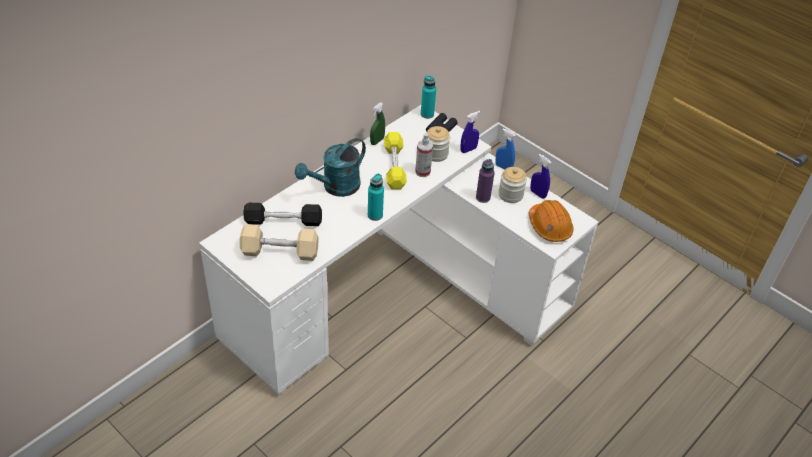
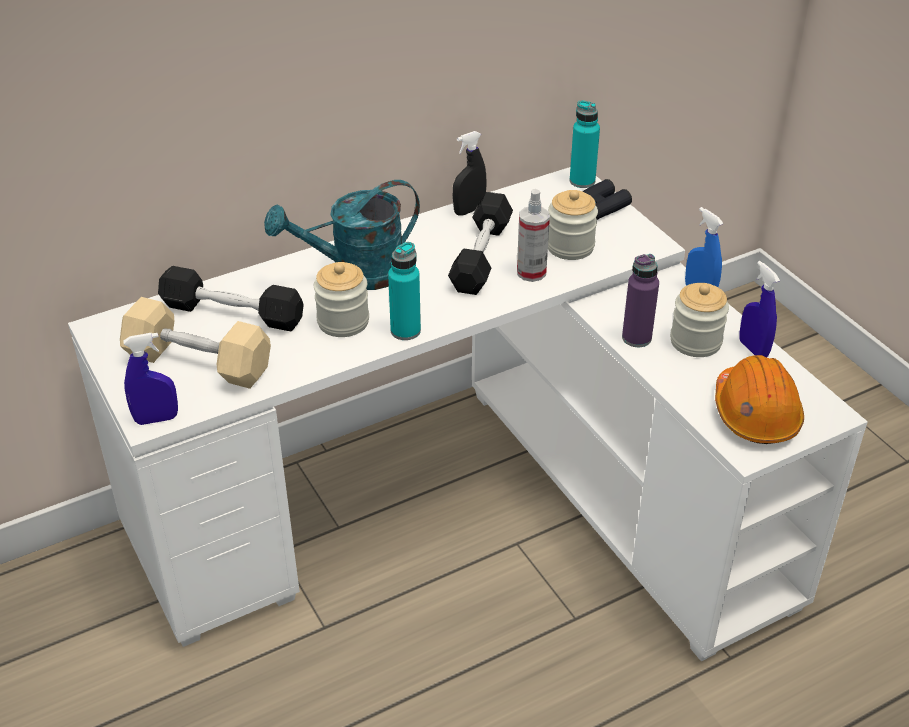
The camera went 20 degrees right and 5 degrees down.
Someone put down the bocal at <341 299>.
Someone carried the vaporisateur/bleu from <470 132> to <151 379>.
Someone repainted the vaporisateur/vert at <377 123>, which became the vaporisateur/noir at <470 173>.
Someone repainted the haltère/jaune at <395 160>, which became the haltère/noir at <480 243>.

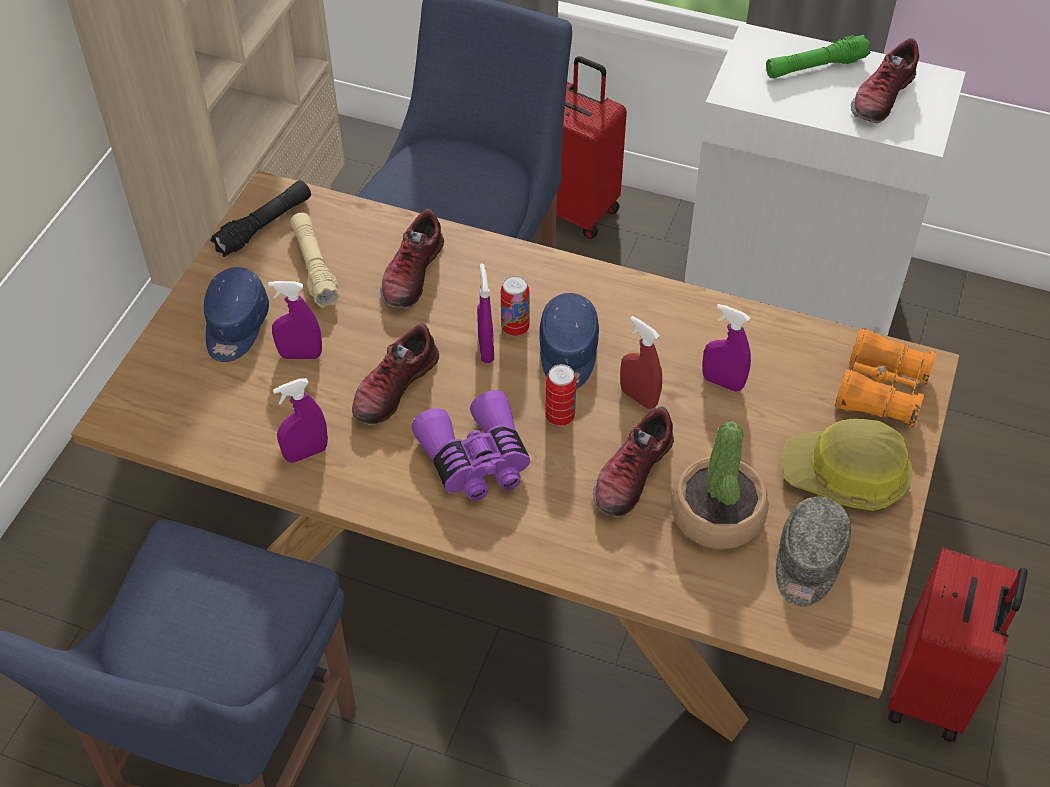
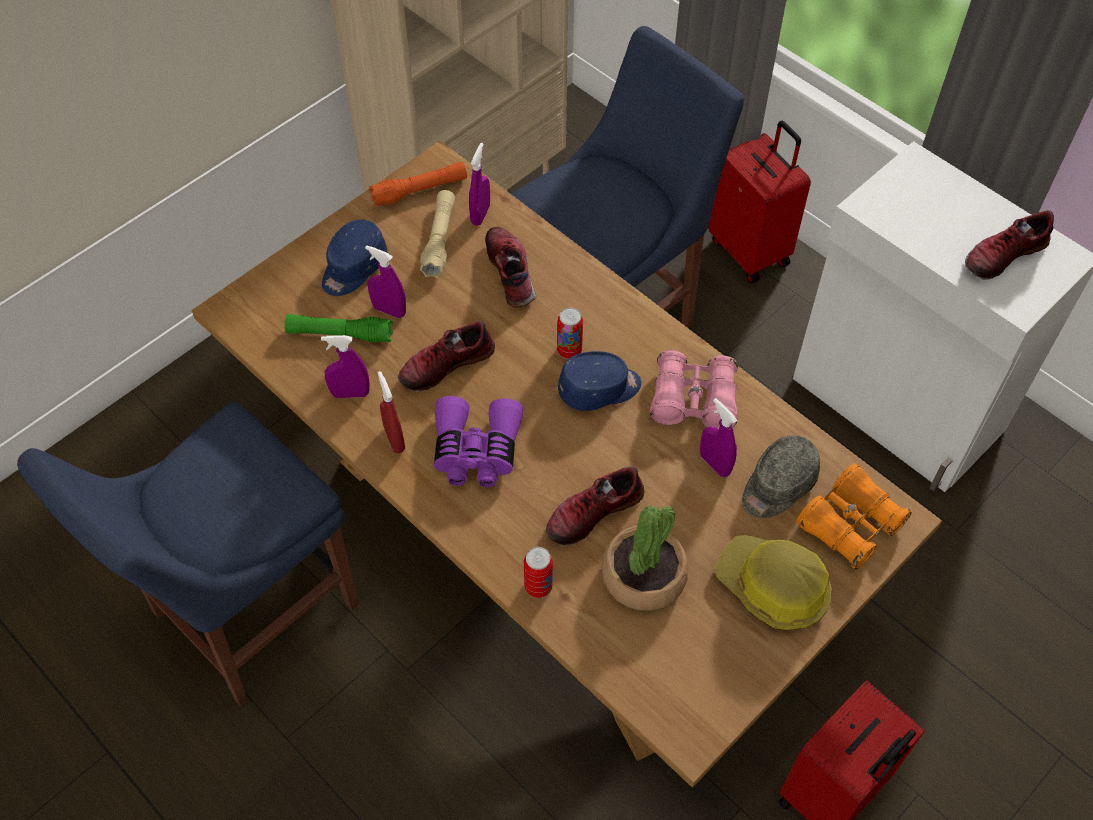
The camera went 25 degrees right and 5 degrees up.
Someone put down the jumelles/rose at <694 389>.
Someone carried the vaporisateur/violet from <485 313> to <479 184>.
Someone carried the boîte métallique from <561 395> to <538 572>.
Someone carried the vaporisateur/rouge from <641 362> to <391 412>.
Someone carried the lampe de poche/vert from <818 56> to <338 328>.
Someone carried the casquette/gris from <813 552> to <781 476>.
Someone repainted the lampe de poche/noir at <260 218>, which became the lampe de poche/orange at <418 184>.
Someone rotated the chaussure at <412 258> by 120 degrees clockwise.
Someone rotated the casquette/bleu at <569 341> by 135 degrees counterclockwise.

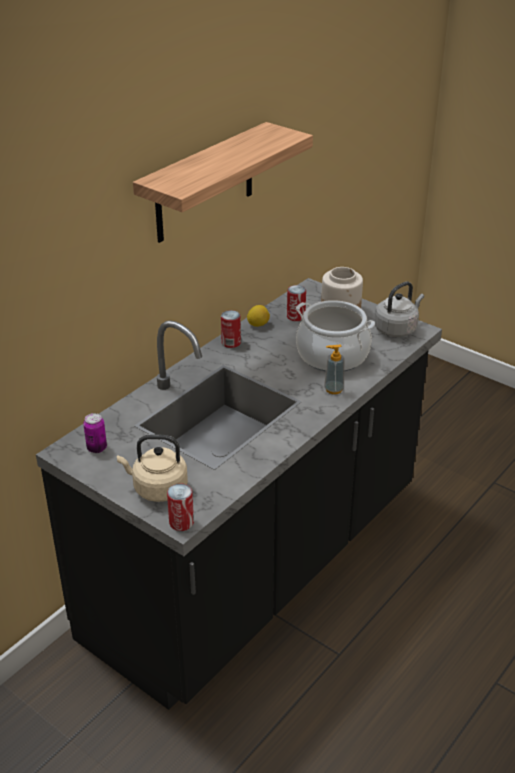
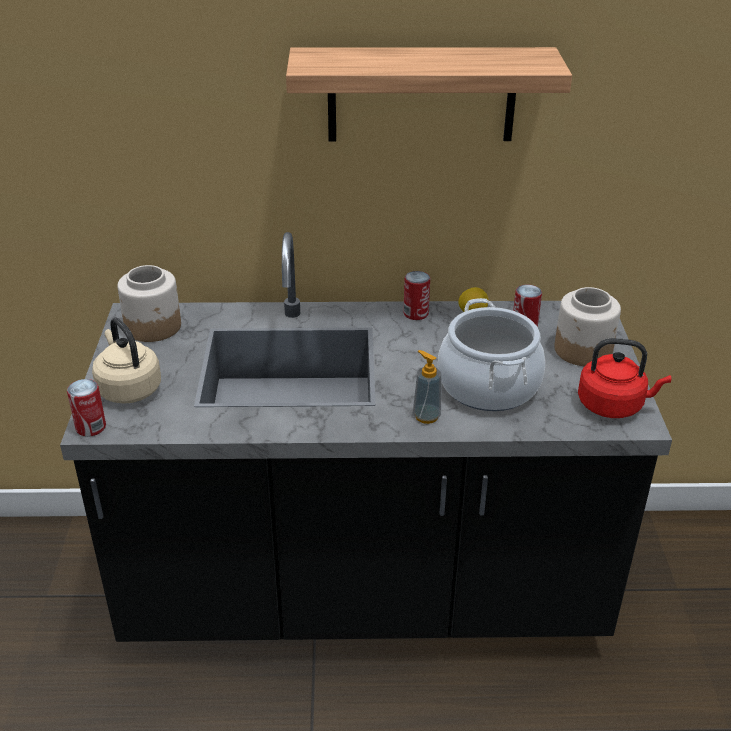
The camera went 50 degrees right and 0 degrees up.
Someone swapped the boîte métallique at <95 433> for the bocal at <149 303>.
Someone repainted the bouilloire/gris at <399 309>, which became the bouilloire/rouge at <624 378>.

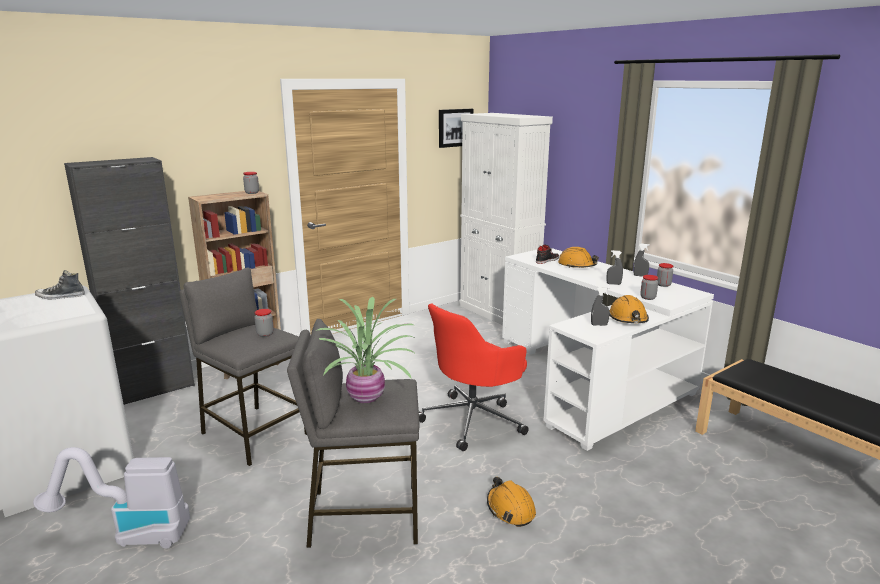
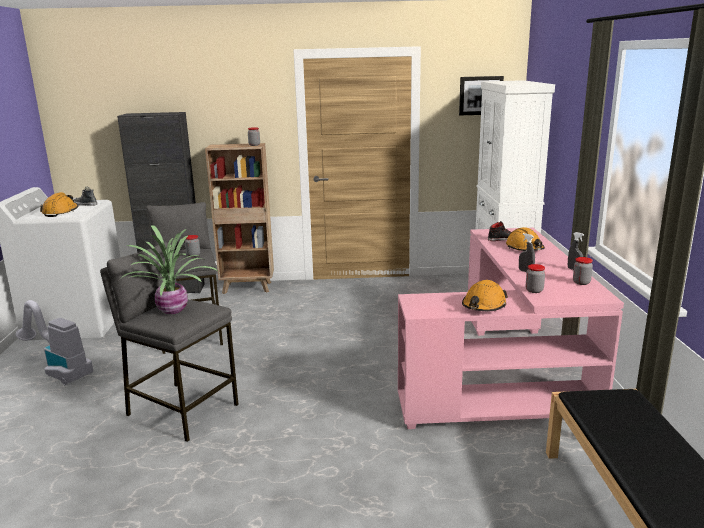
The camera went 35 degrees right and 0 degrees up.
Someone took away the chaise de bureau/rouge at <474 377>.
Someone took away the vaporisateur/gris at <600 306>.
Someone carried the casque de chantier/orange from <511 502> to <59 204>.
Someone repainted the bureau/blanc at <608 349>, which became the bureau/rose at <511 328>.

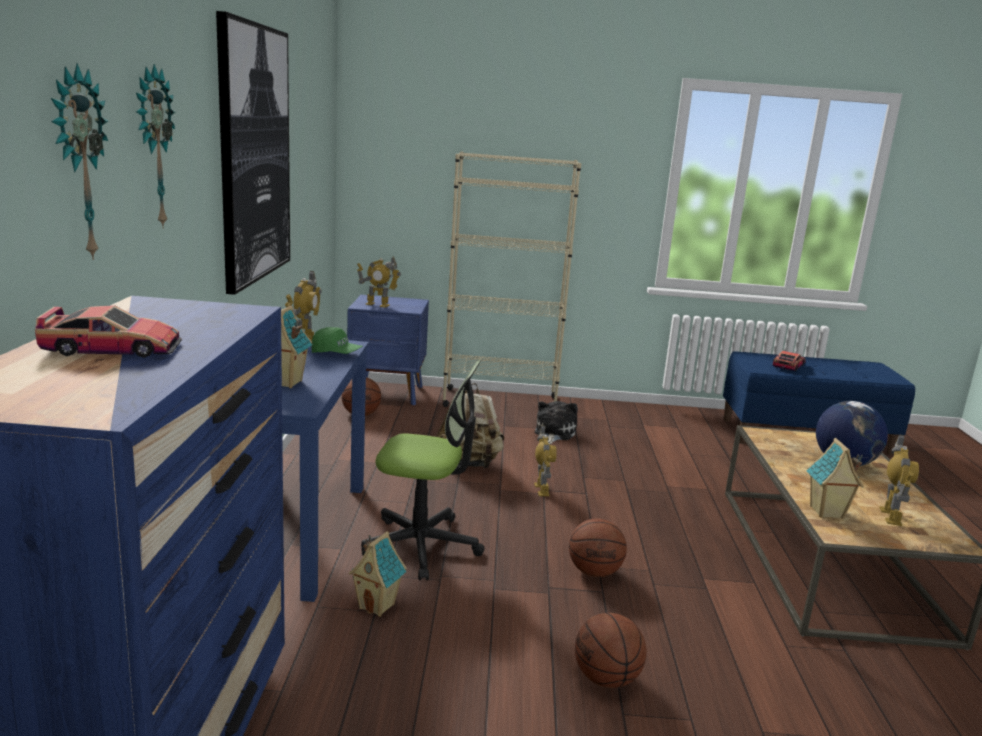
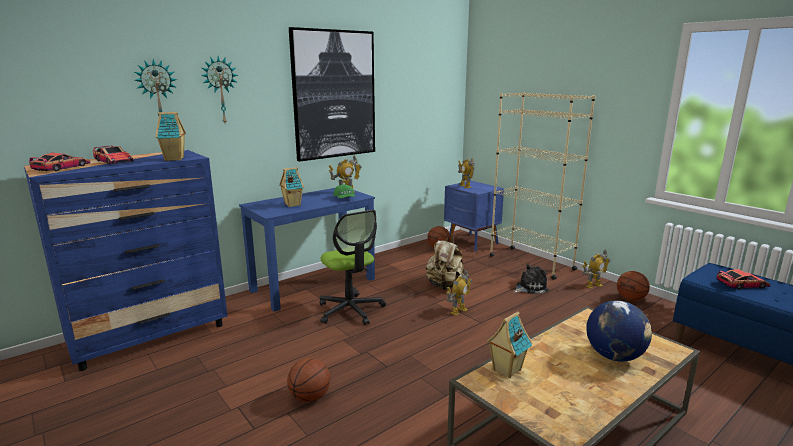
The camera went 50 degrees right and 0 degrees up.
Someone put down the petite voiture at <59 162>.
Someone carried the maison miniature from <378 574> to <170 136>.
Someone carried the ballon de basket from <598 547> to <633 286>.
Someone carried the robot jouet from <899 480> to <596 269>.

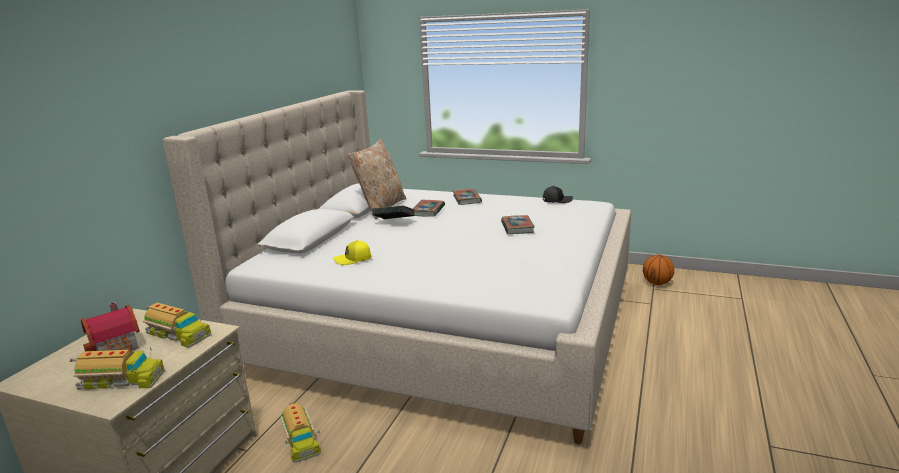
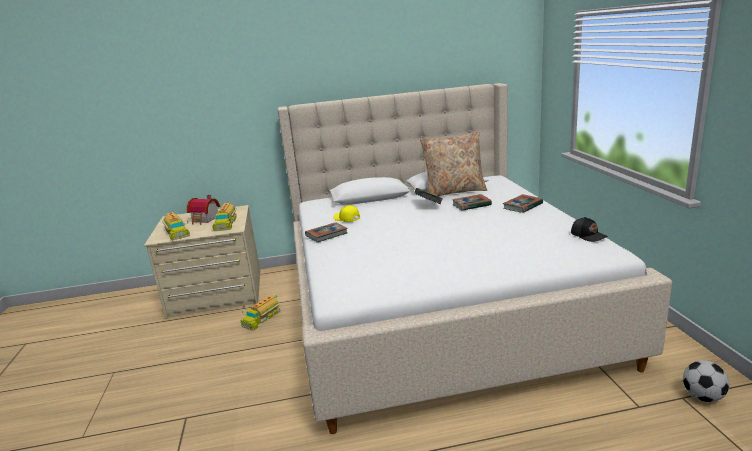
The camera went 60 degrees right and 0 degrees up.
Someone carried the livre from <518 224> to <326 232>.
Someone swapped the ballon de basket at <658 269> for the ballon de foot at <706 381>.

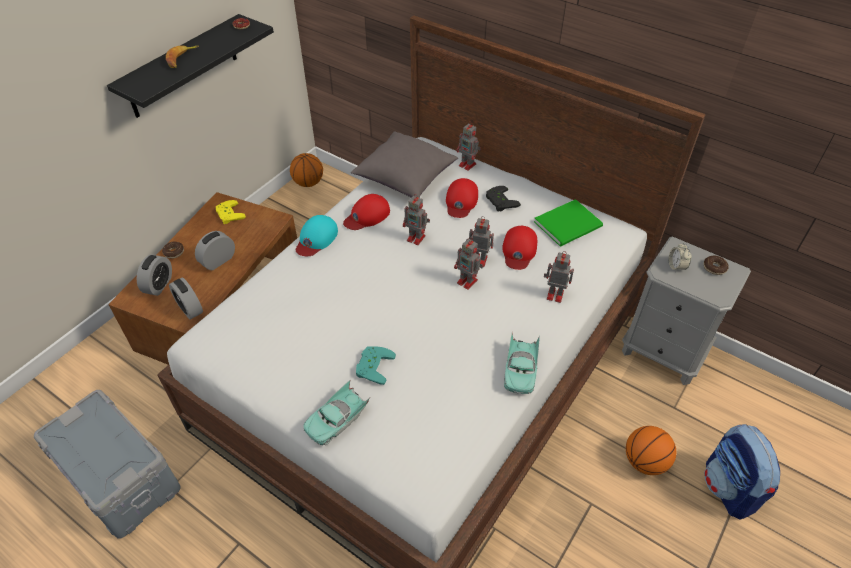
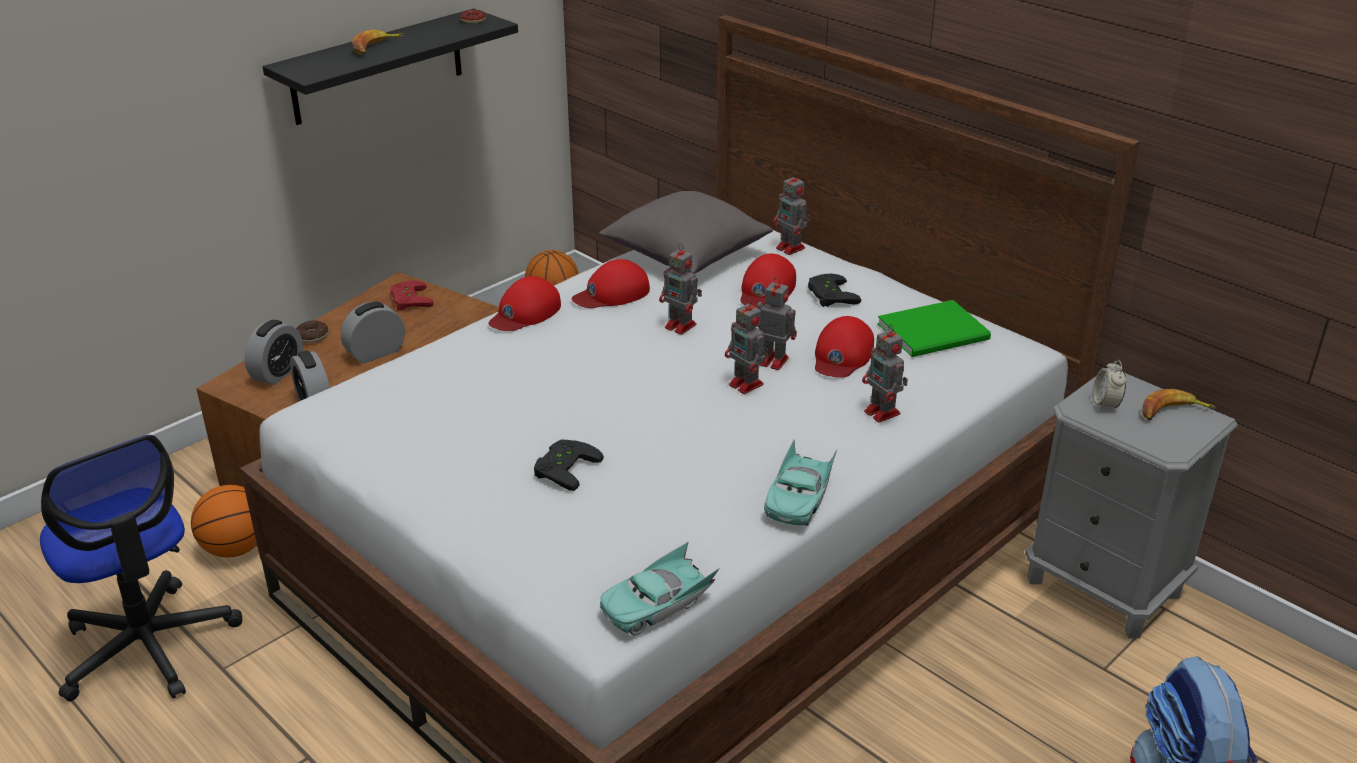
The camera went 10 degrees right and 15 degrees down.
Someone carried the petite voiture/turquoise from <337 412> to <659 588>.
Someone carried the ballon de basket from <651 450> to <224 521>.
Someone swapped the boîte de rangement/gris at <107 464> for the chaise de bureau at <141 568>.
Someone swapped the beignet at <716 265> for the banane at <1179 404>.
Someone repainted the manette/jaune at <231 212>, which became the manette/rouge at <412 296>.
Someone repainted the casquette/turquoise at <317 235>, which became the casquette/rouge at <525 303>.
Someone repainted the manette/turquoise at <376 365>, which became the manette/noir at <569 465>.
Someone rotated the robot jouet at <559 277> by 150 degrees counterclockwise.

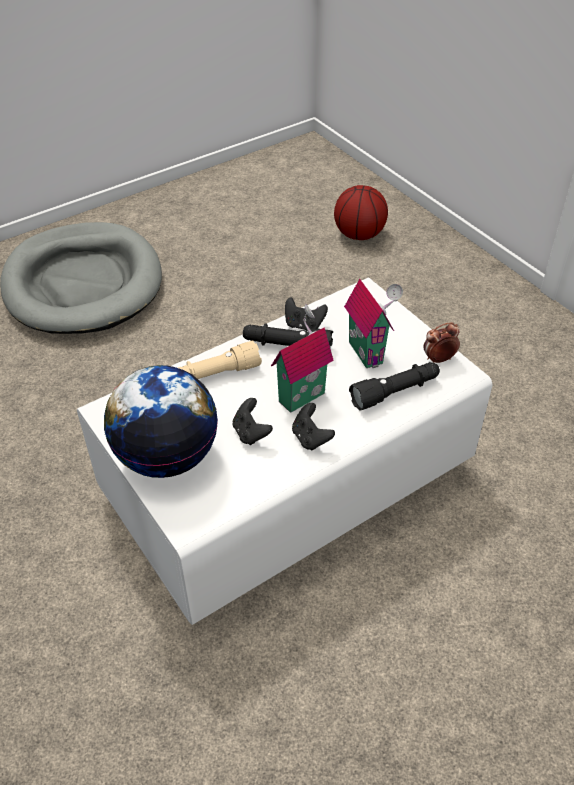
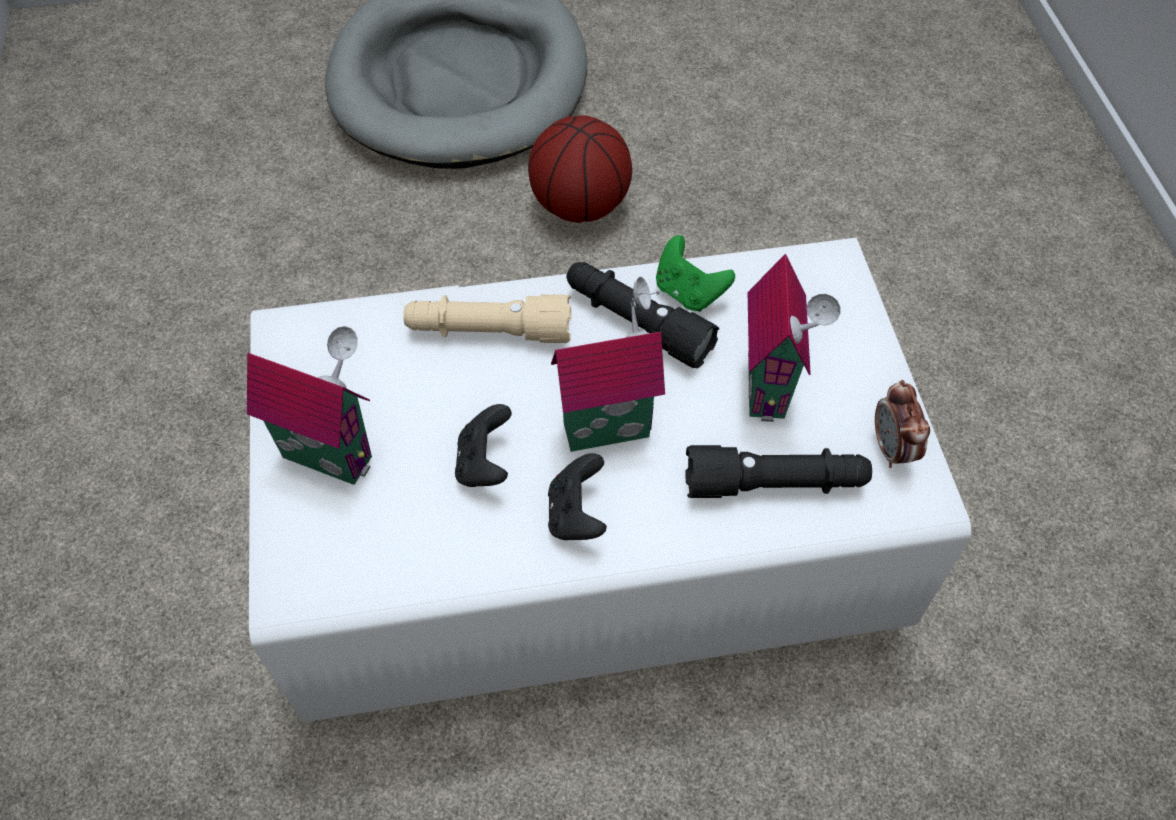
The camera went 25 degrees right and 10 degrees up.
Someone carried the ballon de basket from <361 212> to <580 169>.
Someone swapped the globe at <161 421> for the maison miniature at <309 405>.
Someone repainted the manette/noir at <306 314>, which became the manette/vert at <695 273>.
Someone rotated the réveil at <441 342> by 105 degrees counterclockwise.

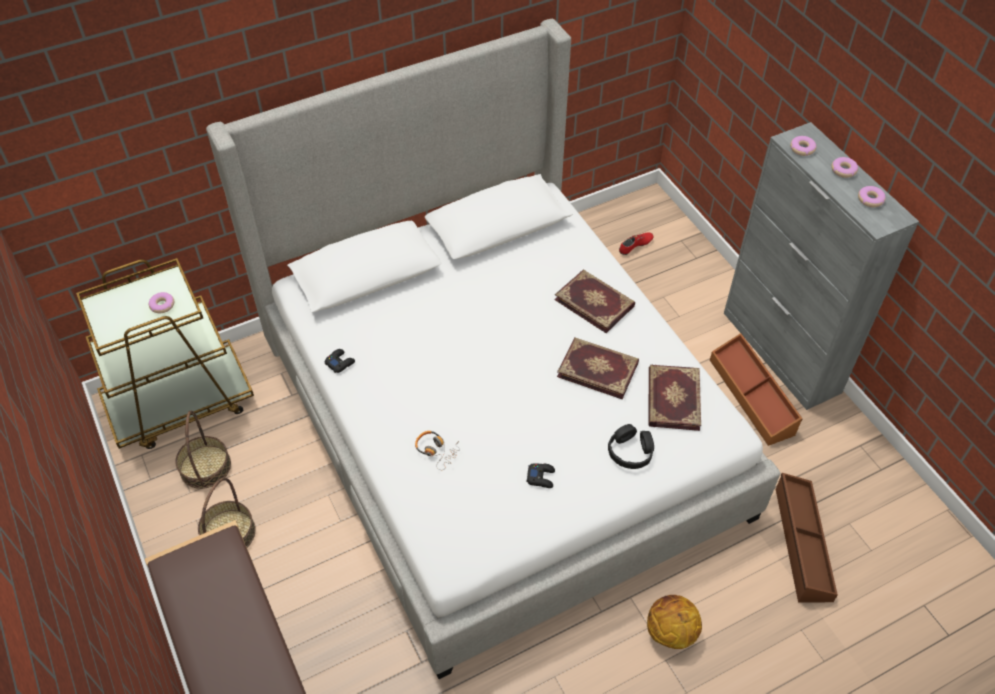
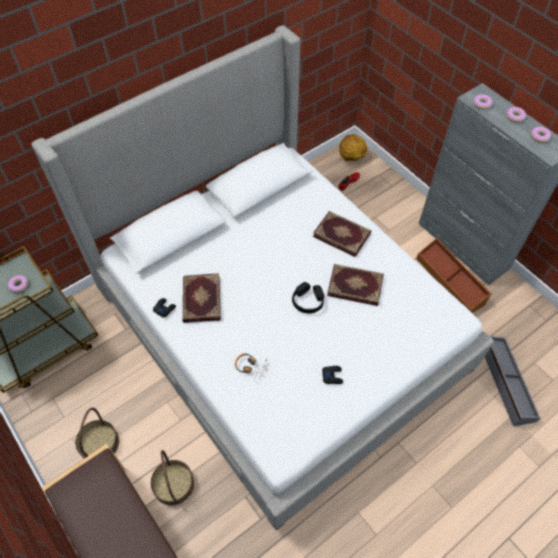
The camera went 10 degrees left and 5 degrees up.
Someone carried the panier from <203 450> to <172 478>.
Someone carried the casque audio/noir from <631 446> to <308 297>.
Someone carried the ballon de basket from <674 622> to <353 147>.
Someone carried the livre from <674 398> to <202 298>.
Someone repainted the boîte de rangement/marron at <807 538>, which became the boîte de rangement/gris at <512 381>.

